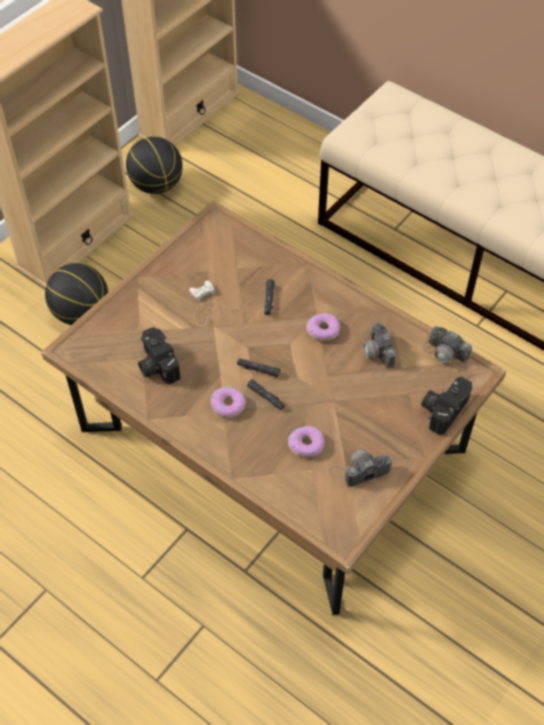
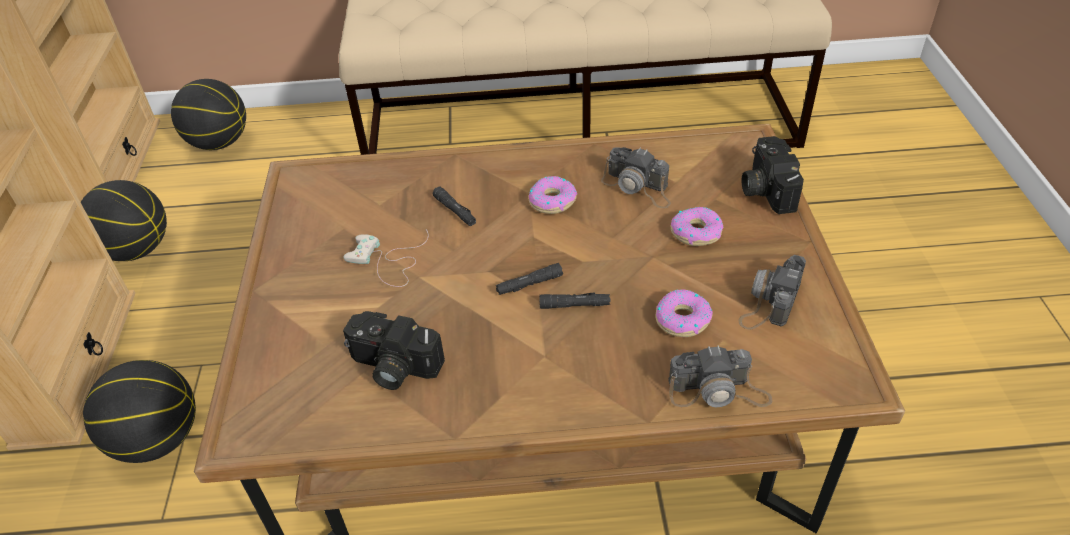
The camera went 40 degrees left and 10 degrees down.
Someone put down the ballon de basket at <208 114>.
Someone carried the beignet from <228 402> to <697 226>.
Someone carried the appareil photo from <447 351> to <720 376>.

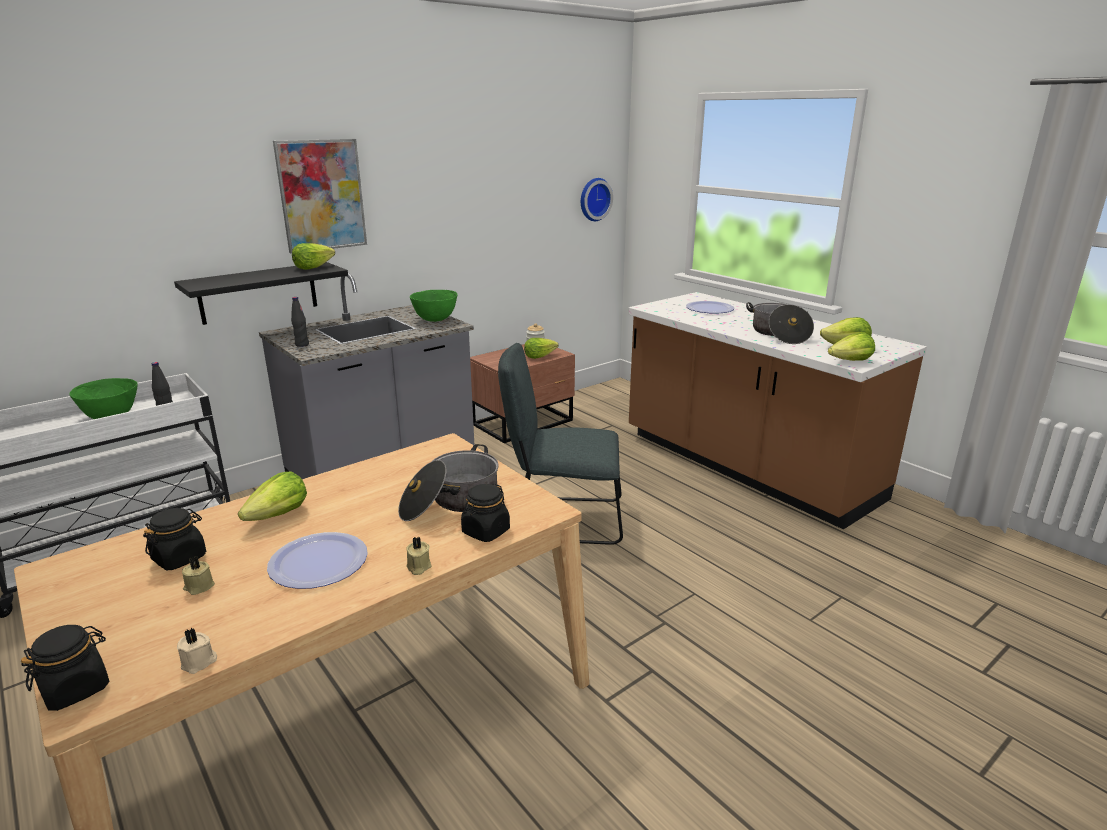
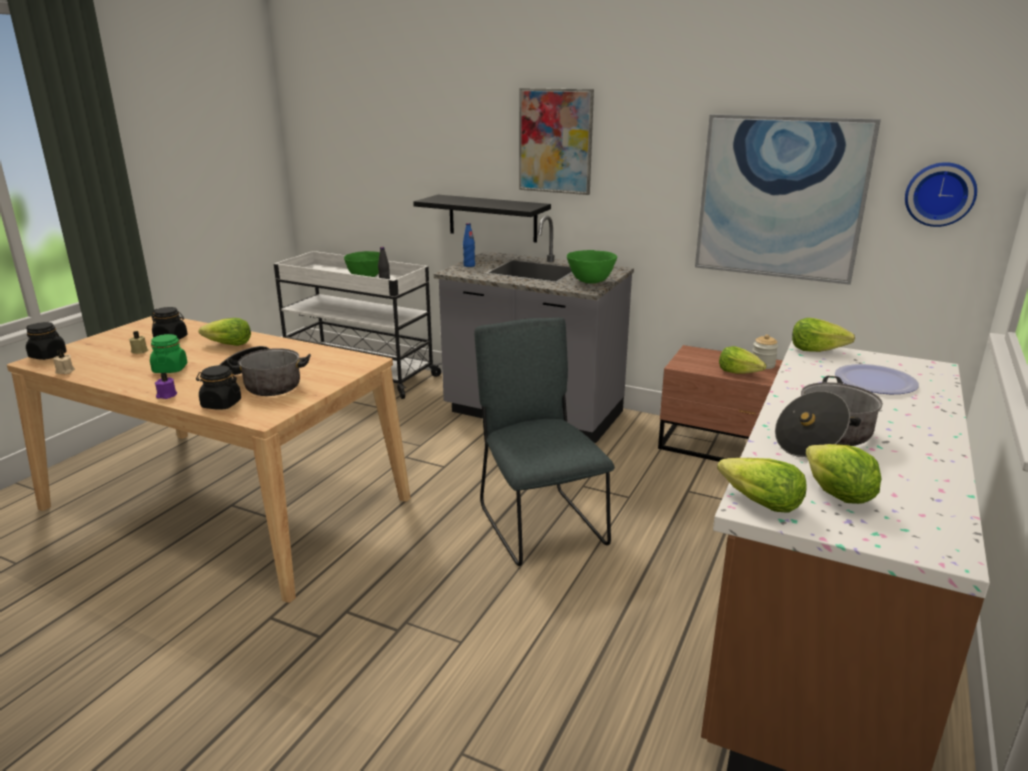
The camera went 65 degrees right and 0 degrees up.
Someone put up the tableau at <788 199>.
Someone carried the laitue from <313 256> to <823 335>.
Someone swapped the assiette at <317 560> for the bocal/vert at <169 353>.
Someone repainted the bouteille/noir at <300 322>, which became the bouteille/bleu at <469 245>.
Someone repainted the bougie/beige at <418 556>, which became the bougie/violet at <166 385>.

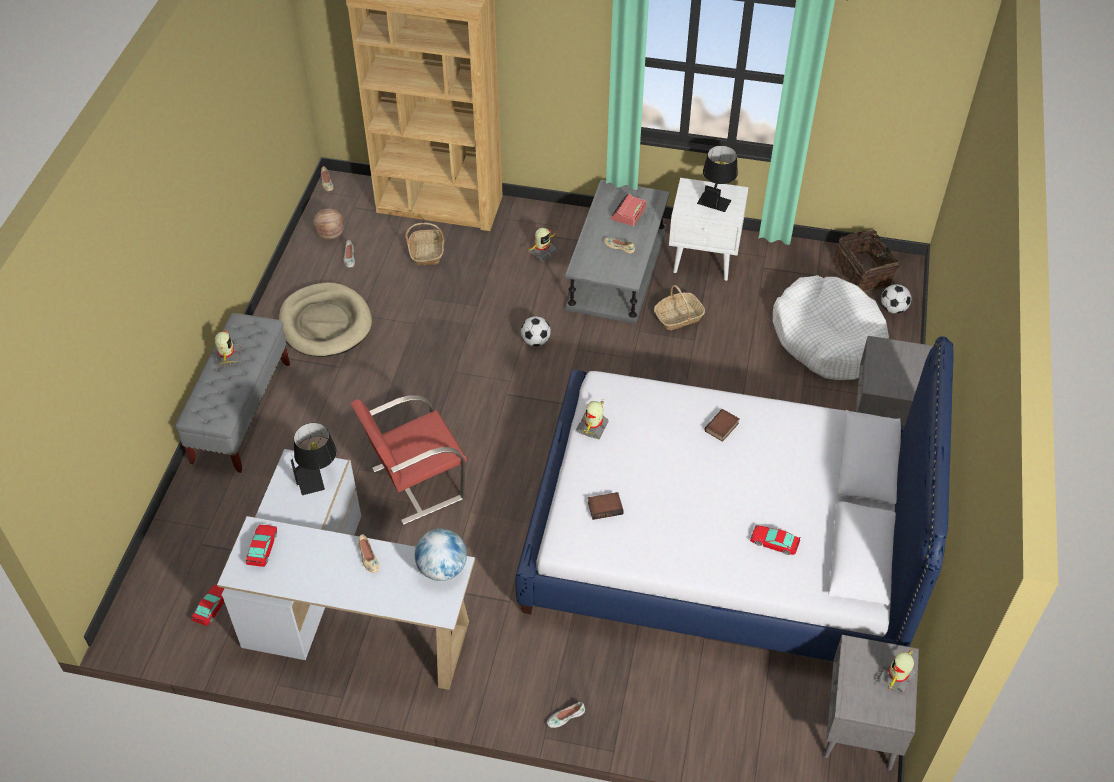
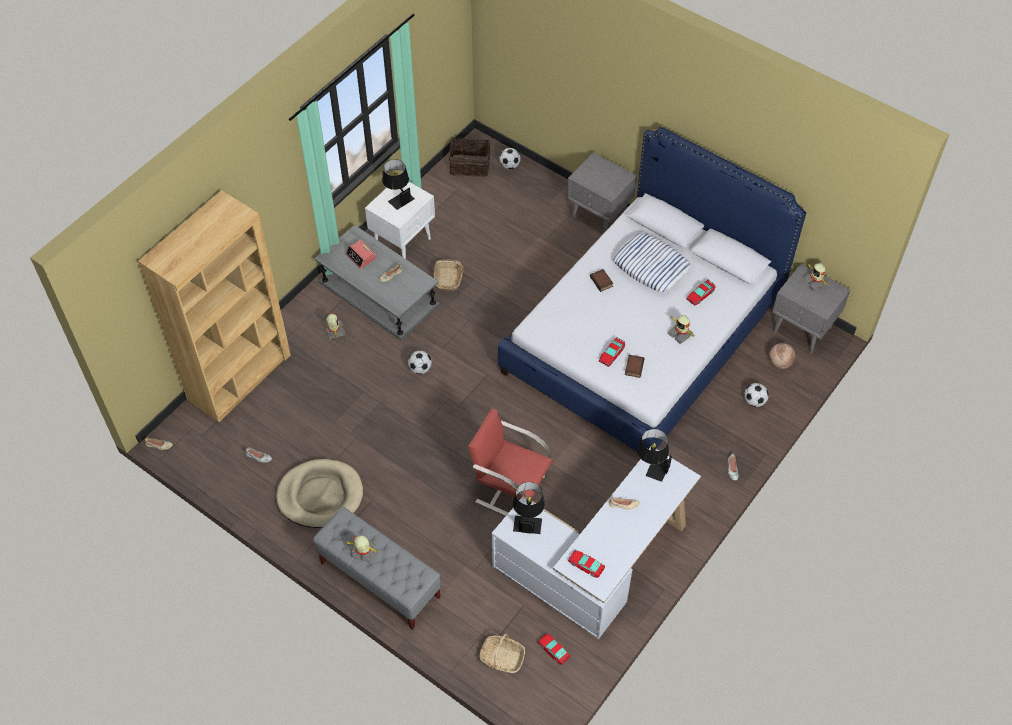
The camera went 65 degrees left and 5 degrees up.
Someone took away the panier pour chien/blanc at <831 327>.
Someone put down the petite voiture at <612 352>.
Someone put down the coussin at <652 262>.
Someone put down the ballon de foot at <756 395>.
Someone carried the ballon de basket from <328 224> to <782 356>.
Someone carried the panier from <424 244> to <502 653>.
Someone carried the robot jouet from <592 420> to <682 329>.
Someone swapped the globe at <441 555> for the lampe de table/noir at <654 455>.
Someone rotated the chaise/rouge at <409 460> by 120 degrees clockwise.

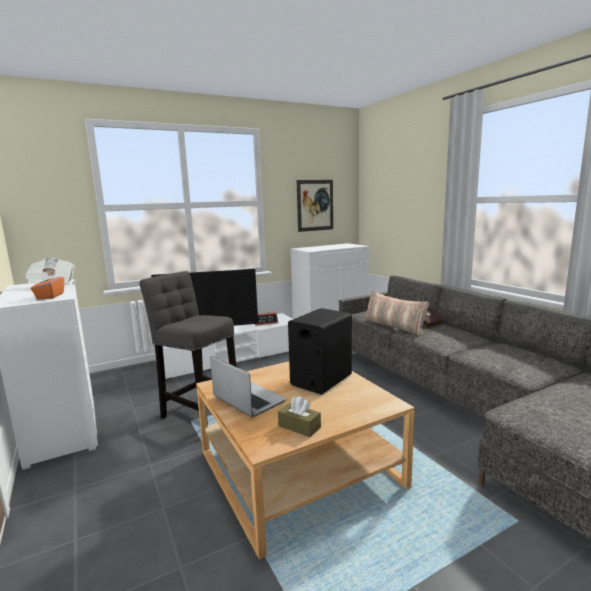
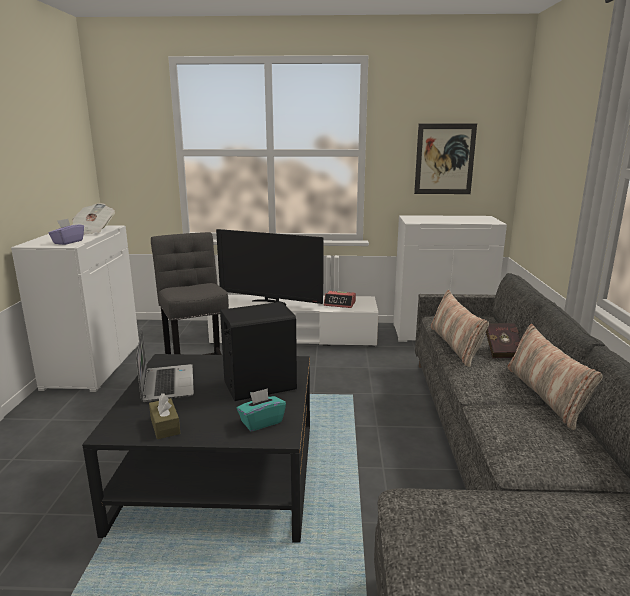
The camera went 30 degrees right and 5 degrees up.
Someone put down the boîte à mouchoirs/turquoise at <261 409>.
Someone put down the coussin at <555 377>.
Someone repainted the boîte à mouchoirs/orange at <47 285>, which became the boîte à mouchoirs/violet at <66 232>.
Someone repainted the table basse/beige at <305 460>, which became the table basse/noir at <196 448>.

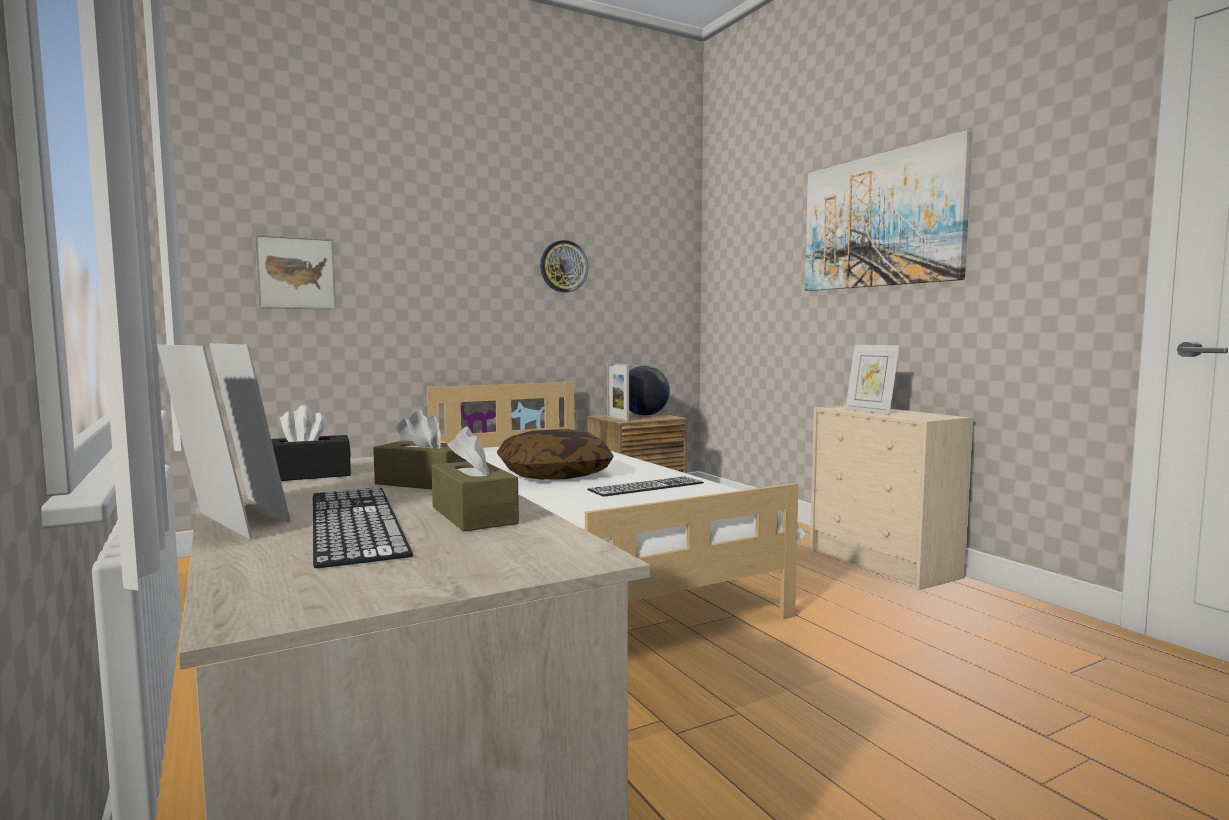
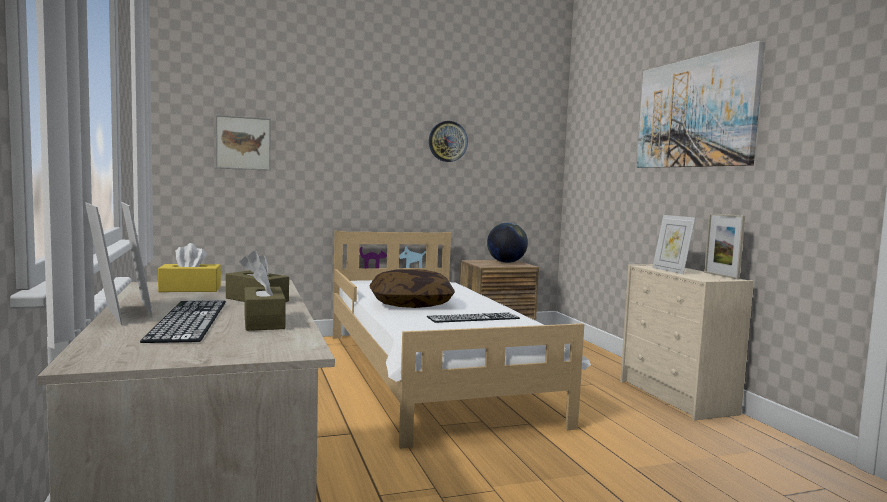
The camera went 10 degrees right and 0 degrees up.
Someone carried the cadre photo from <618 392> to <724 246>.
Someone repainted the boîte à mouchoirs/noir at <311 443>, which became the boîte à mouchoirs/jaune at <189 267>.

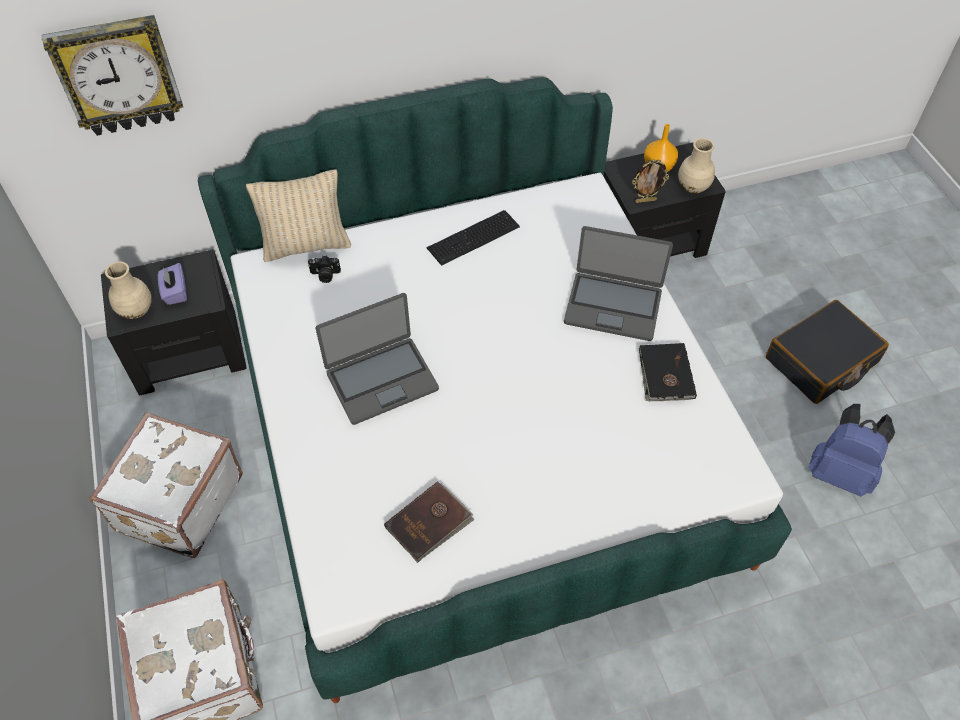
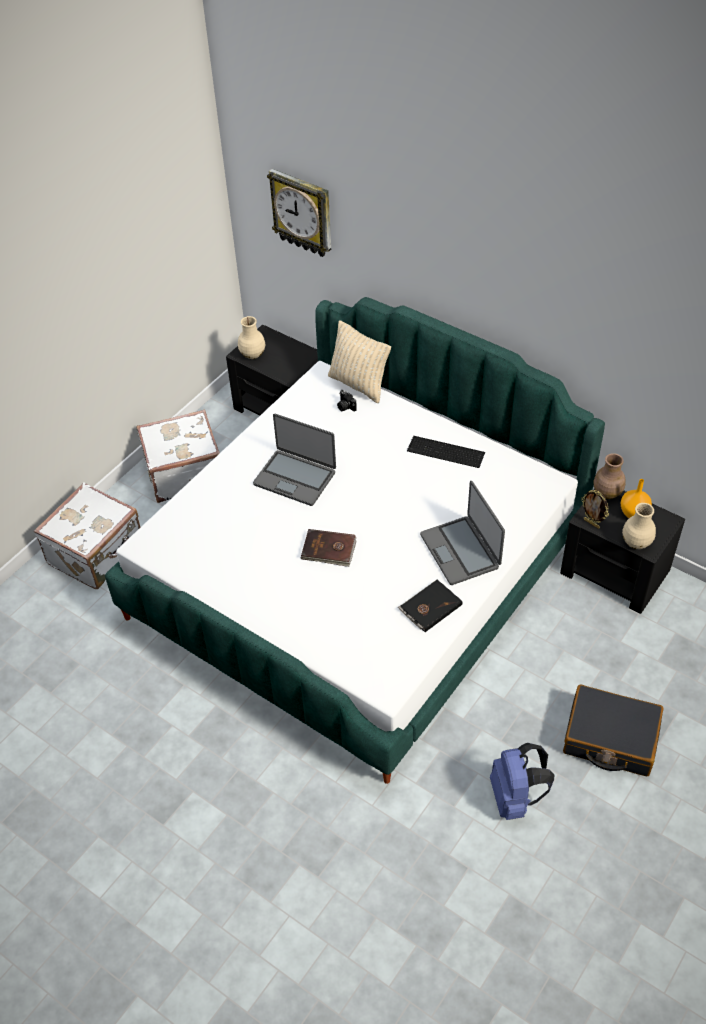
The camera went 55 degrees right and 5 degrees down.
Someone took away the boîte à mouchoirs/violet at <172 284>.
Someone put down the vase/marron at <609 476>.
Someone carried the livre/marron from <429 521> to <328 548>.

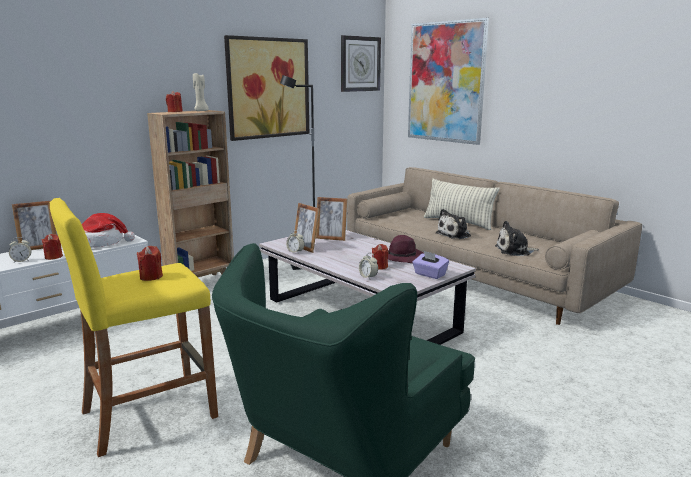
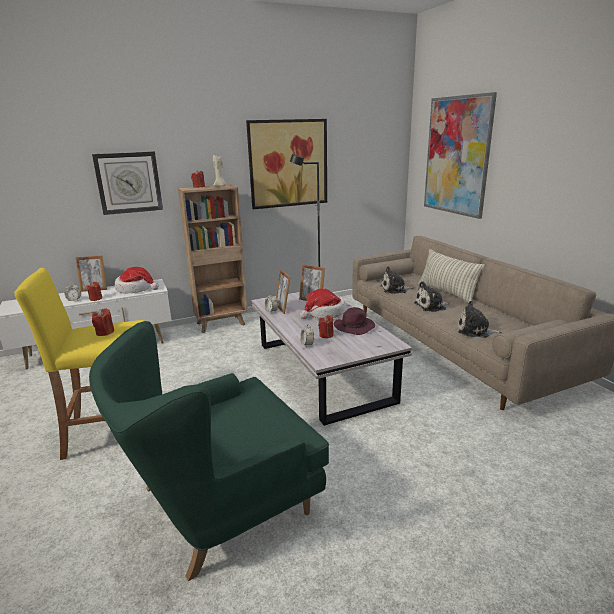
The camera went 20 degrees right and 5 degrees up.
Someone took away the boîte à mouchoirs/violet at <430 265>.
Someone put down the chapeau at <323 303>.
Someone put down the peluche at <397 280>.
Someone carried the horloge murale from <361 63> to <127 183>.

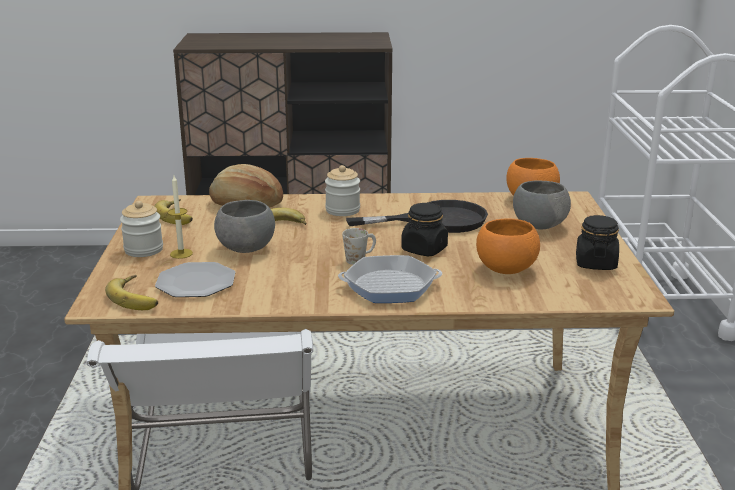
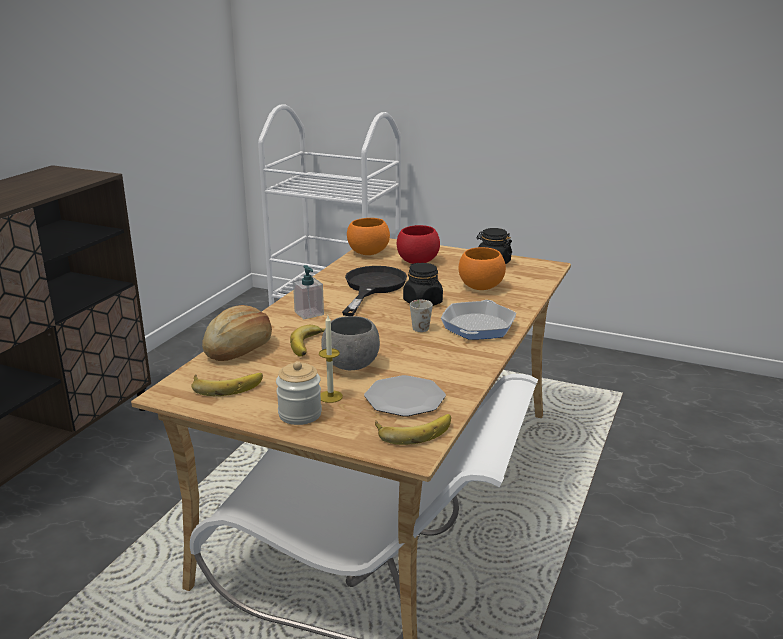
The camera went 65 degrees left and 0 degrees up.
Someone swapped the bocal at <342 190> for the distributeur de savon at <308 292>.
Someone repainted the bol/gris at <542 204>, which became the bol/rouge at <418 244>.

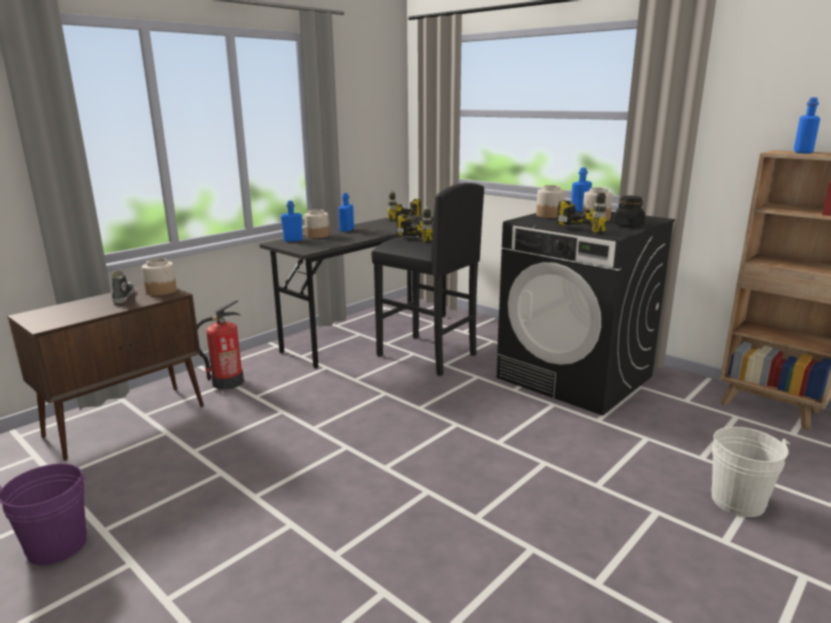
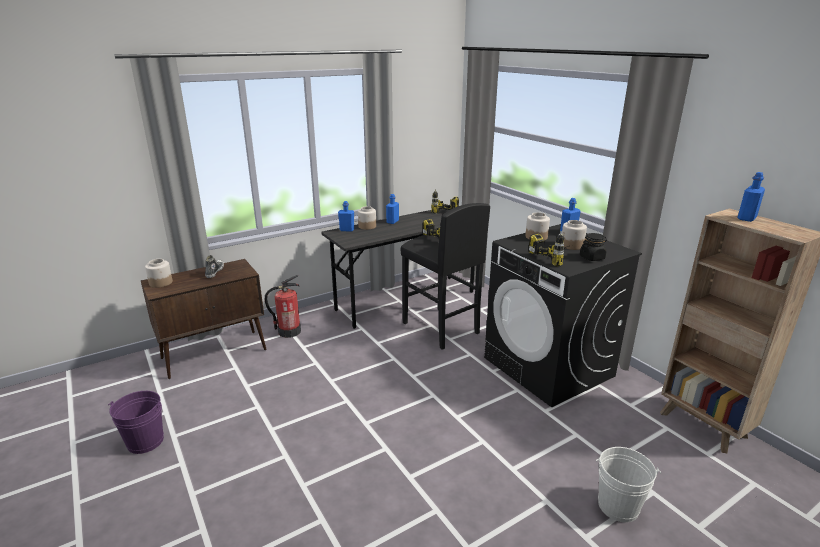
The camera went 15 degrees right and 5 degrees up.
Someone carried the bocal from <159 277> to <159 273>.

